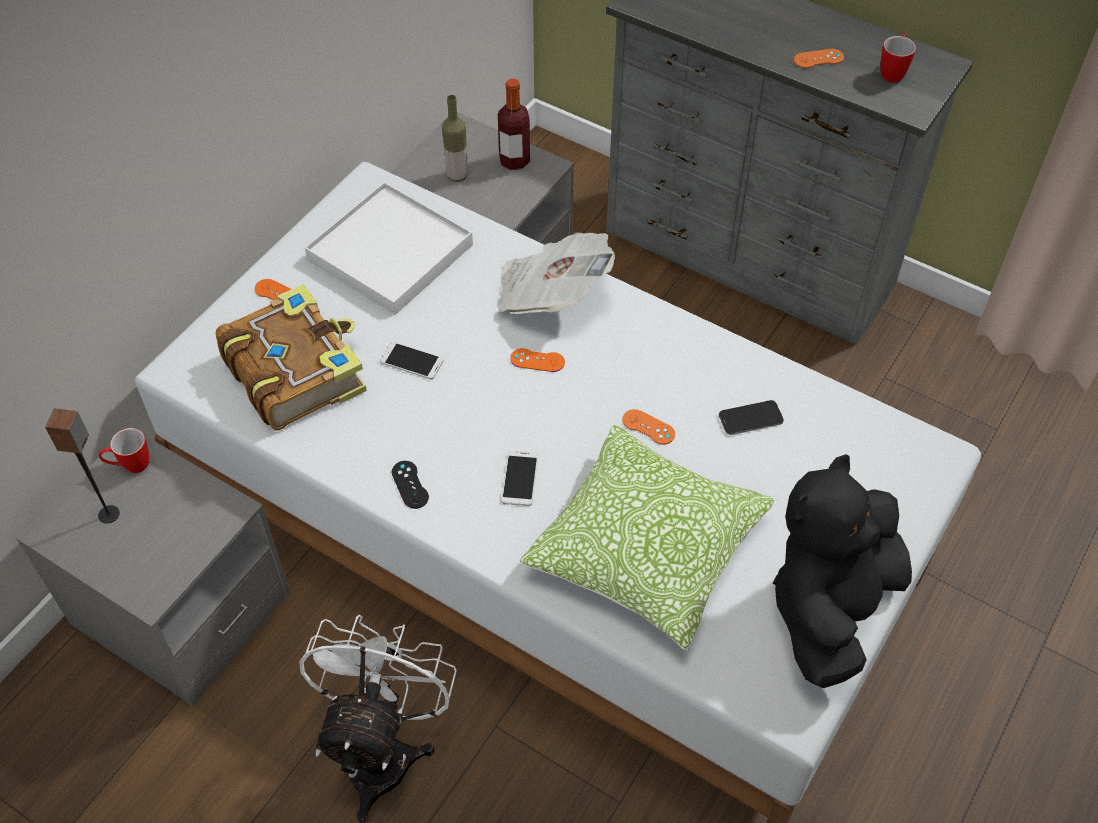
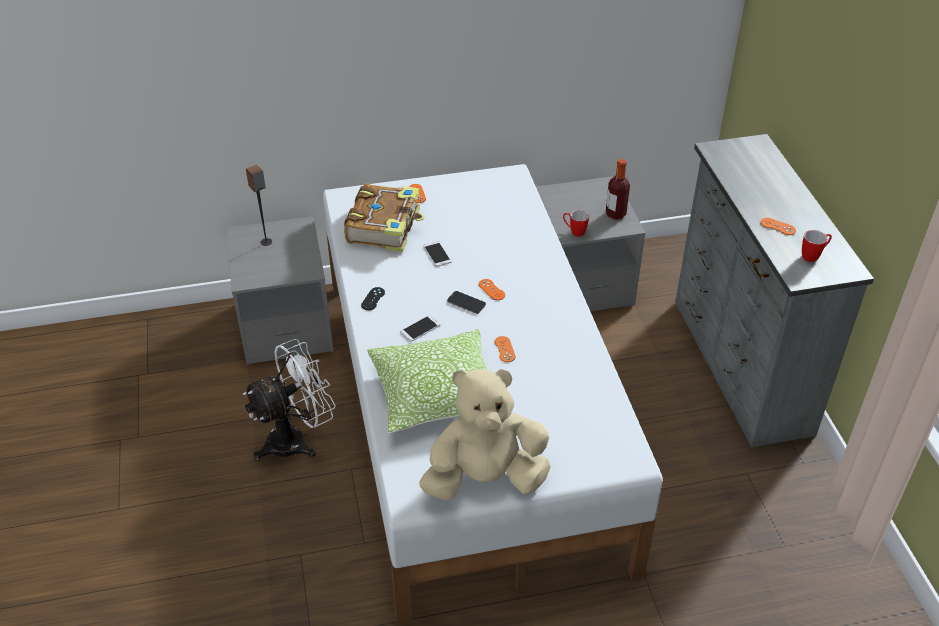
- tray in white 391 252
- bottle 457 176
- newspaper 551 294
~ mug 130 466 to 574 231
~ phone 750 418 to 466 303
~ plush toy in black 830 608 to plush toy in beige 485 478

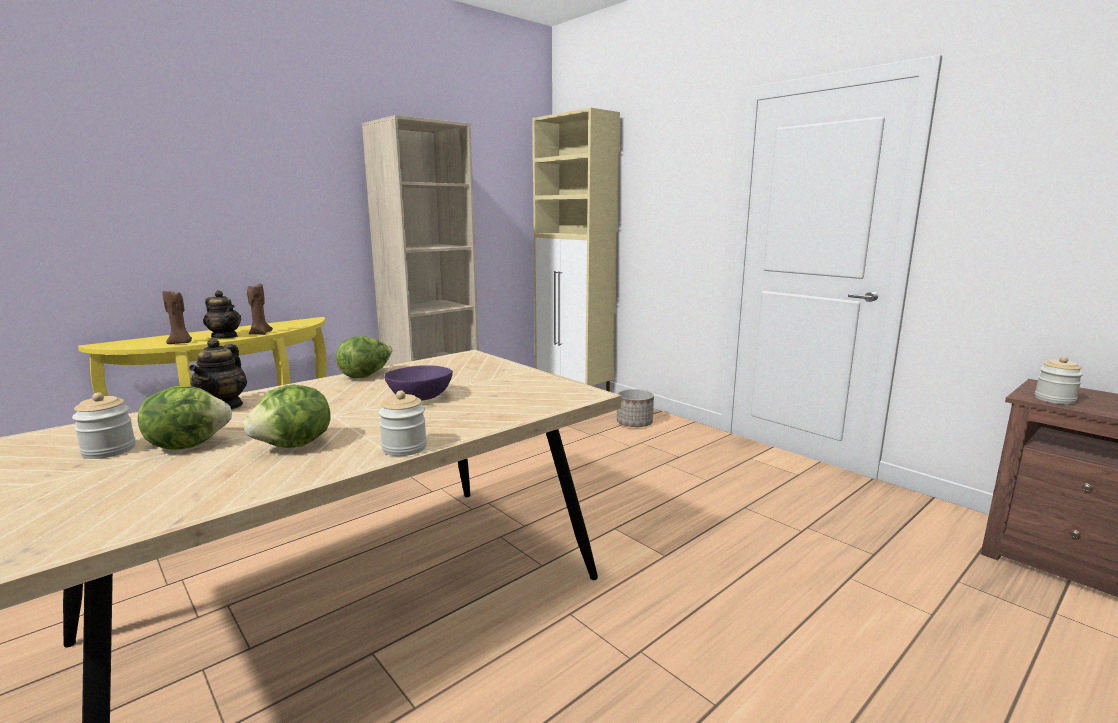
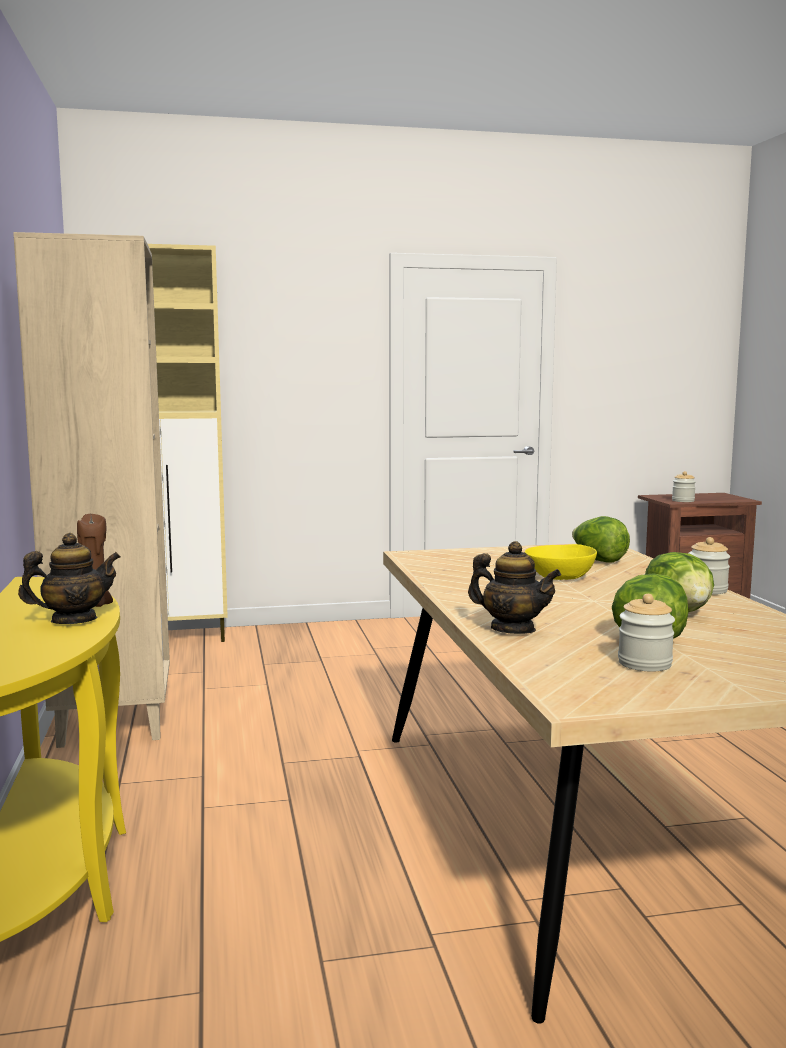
- candle in brown 181 343
- planter 634 423
~ lettuce 366 375 to 598 560
~ bowl in purple 419 397 to bowl in yellow 559 577

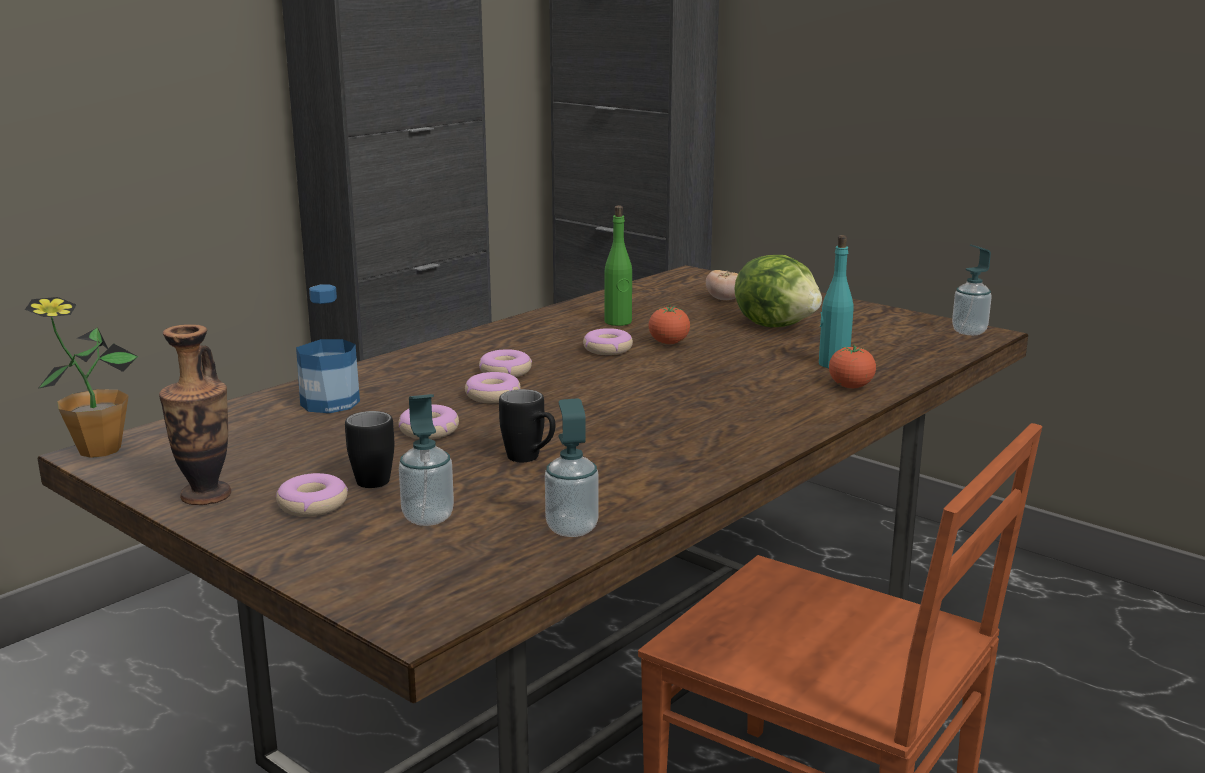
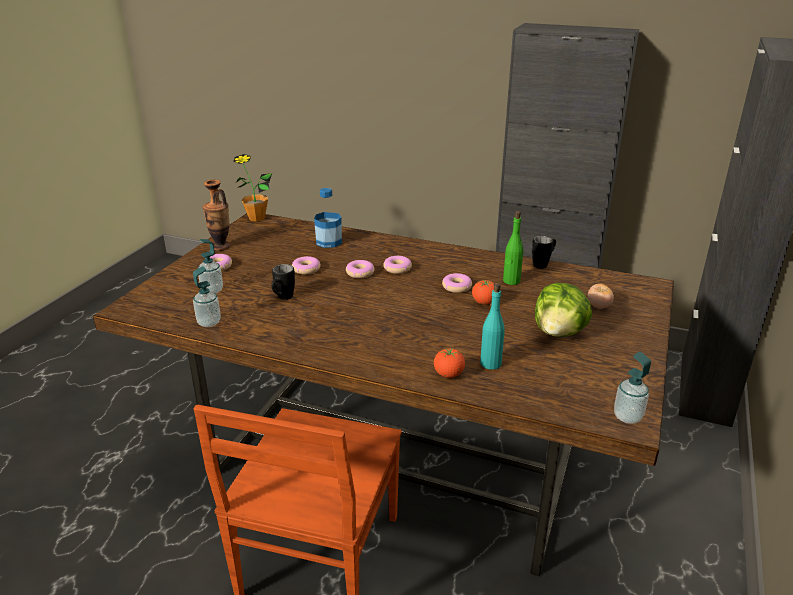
~ mug in black 371 477 to 543 264

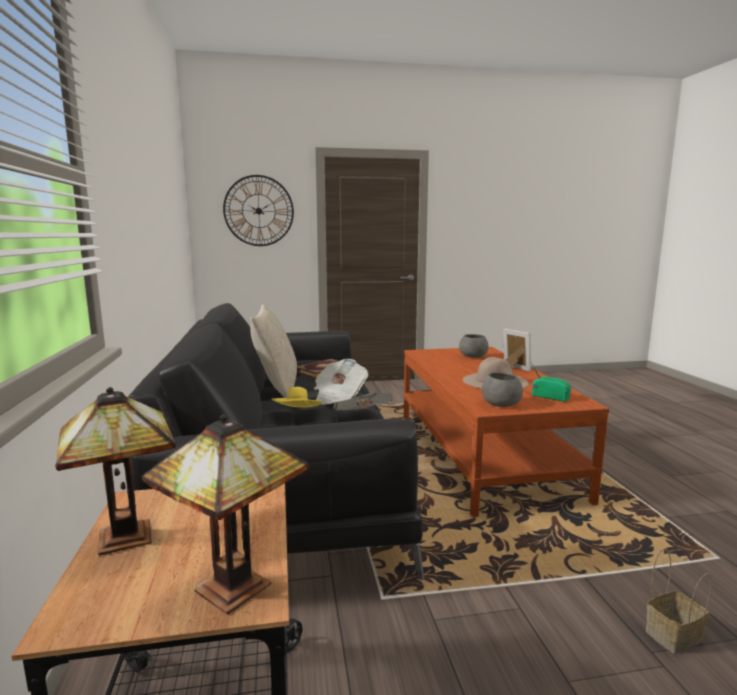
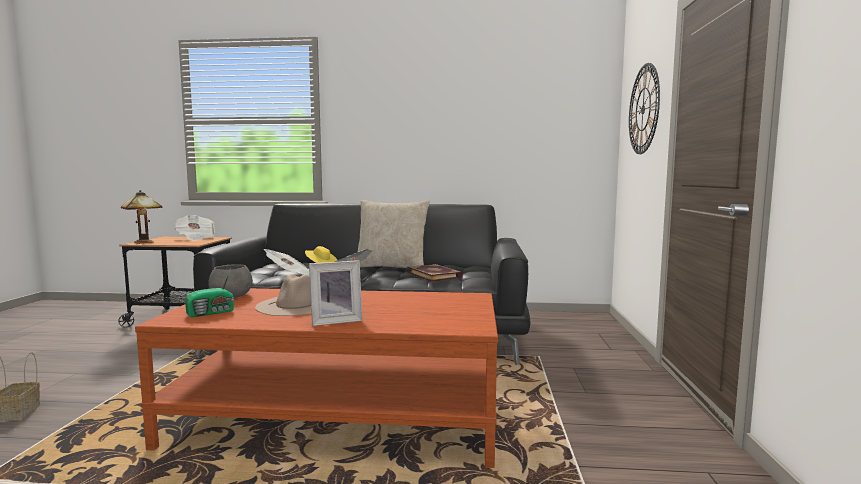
- bowl in grey 473 356
~ table lamp 129 535 to newspaper 196 238

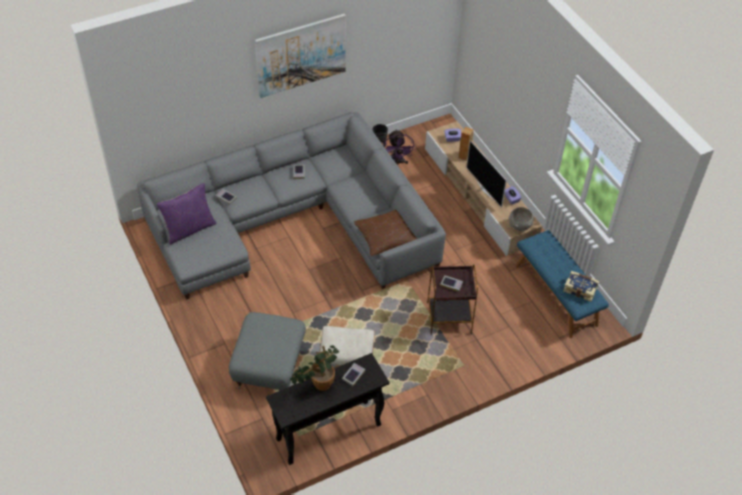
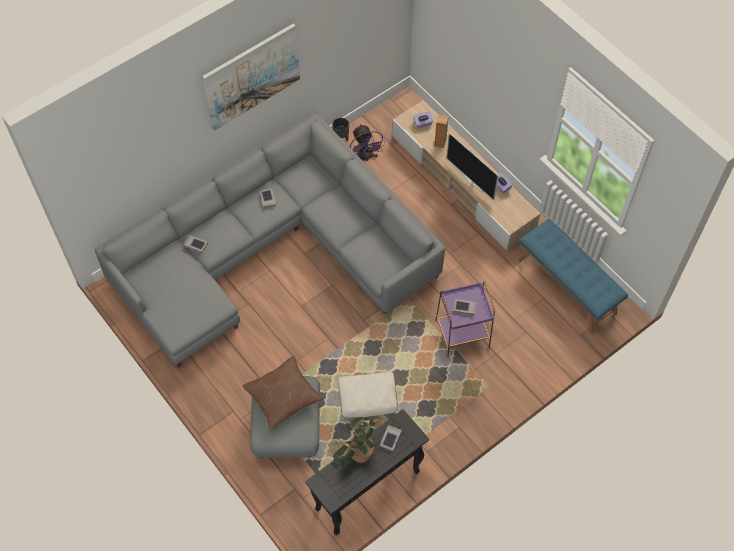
- pillow in purple 189 229
- bowl in grey 519 227
- book 580 289
~ pillow in brown 386 237 to 283 396
~ side table in brown 448 317 to side table in purple 461 334

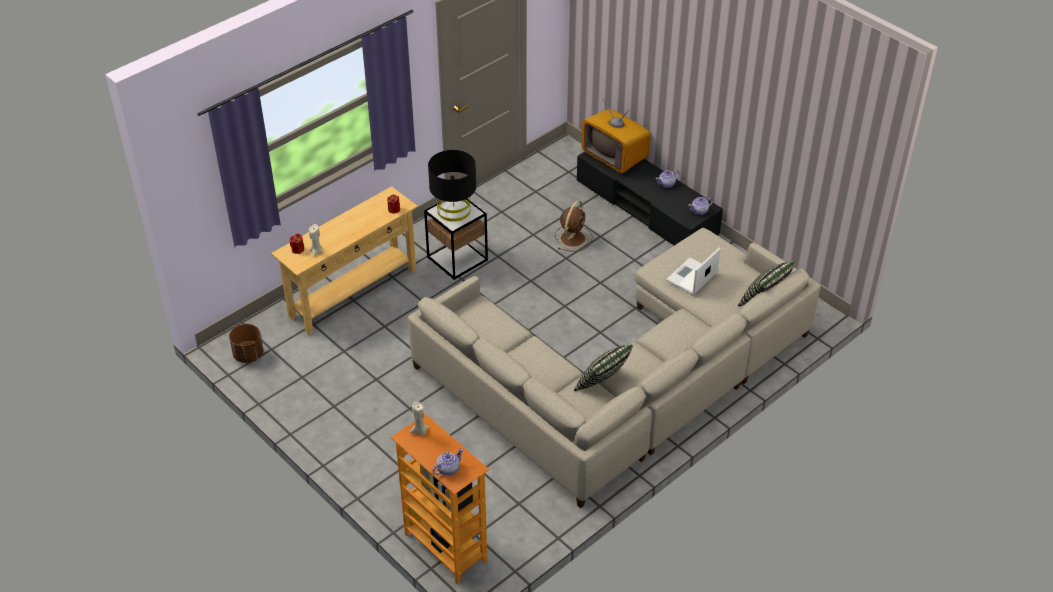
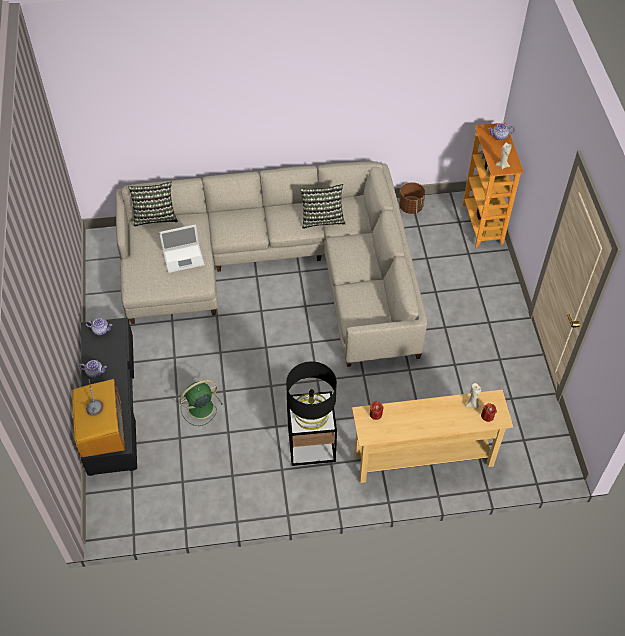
~ planter in brown 248 355 to 411 207
~ fan in brown 573 238 to fan in green 199 408

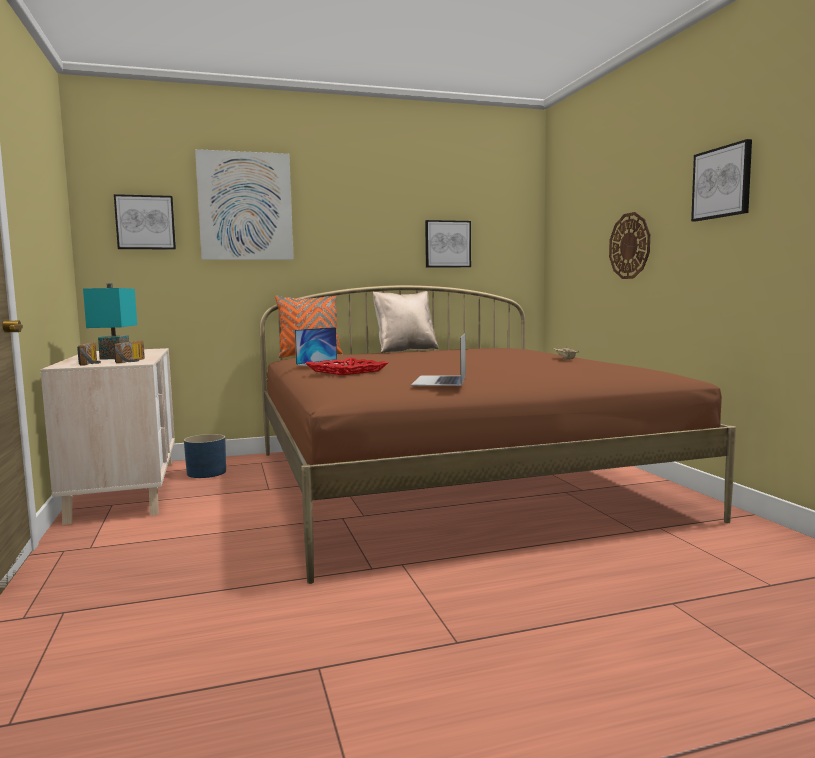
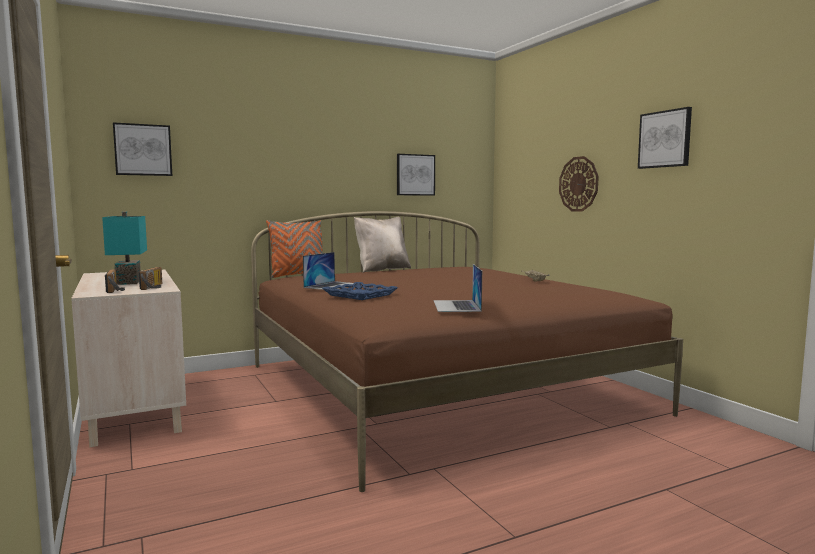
- planter in blue 206 472
- picture 245 206
~ tray in red 346 371 to tray in blue 359 295

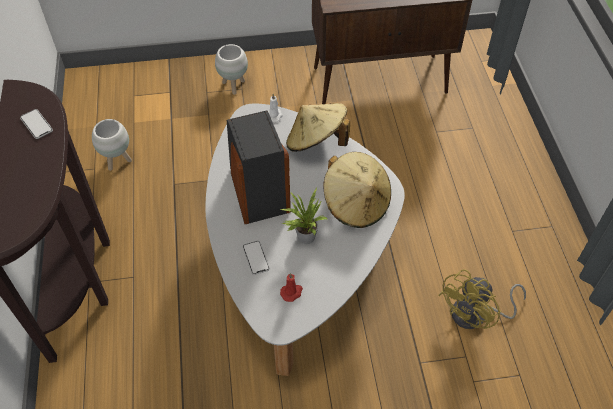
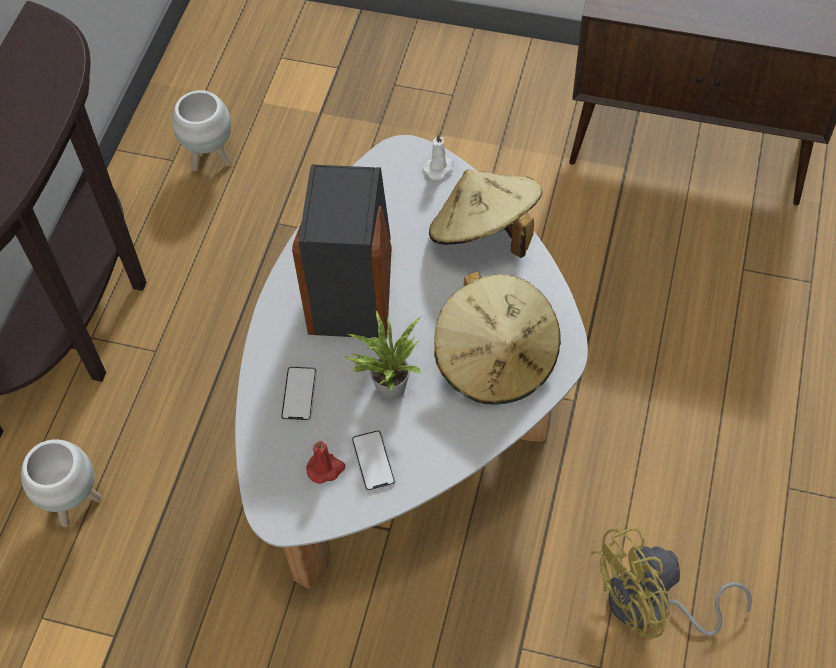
~ phone 36 124 to 373 461
~ planter in white 233 86 to 74 504

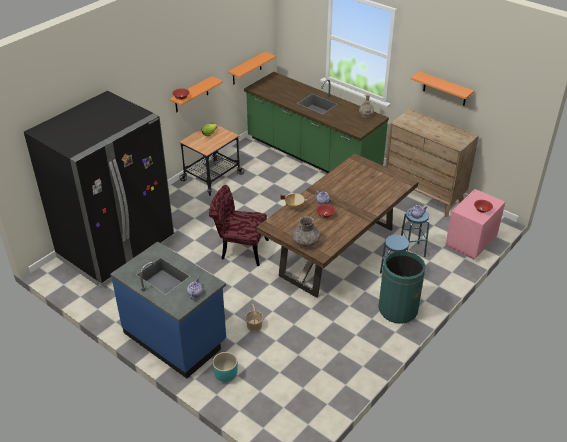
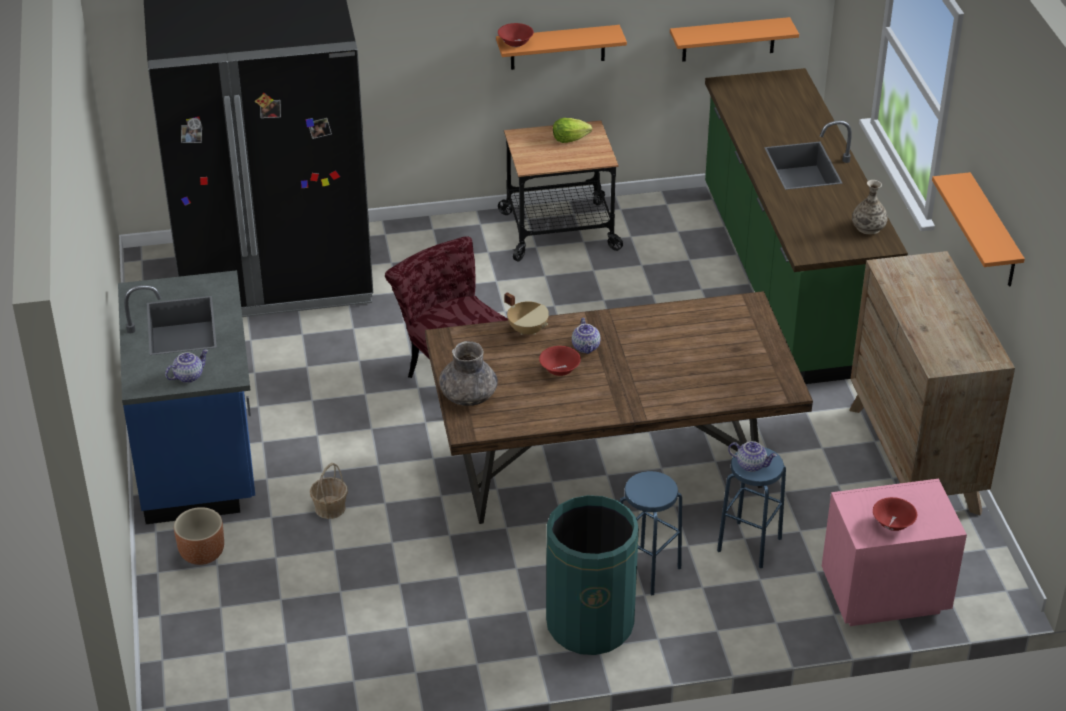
~ planter in turquoise 225 375 to planter in brown 202 553

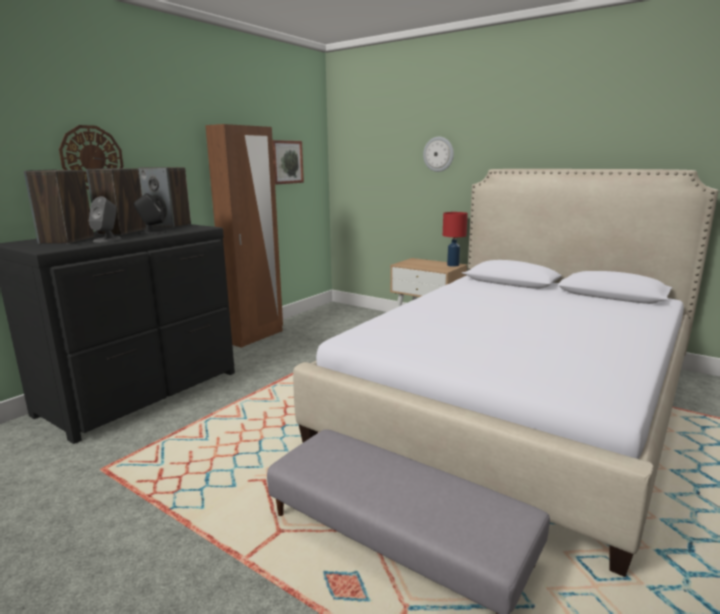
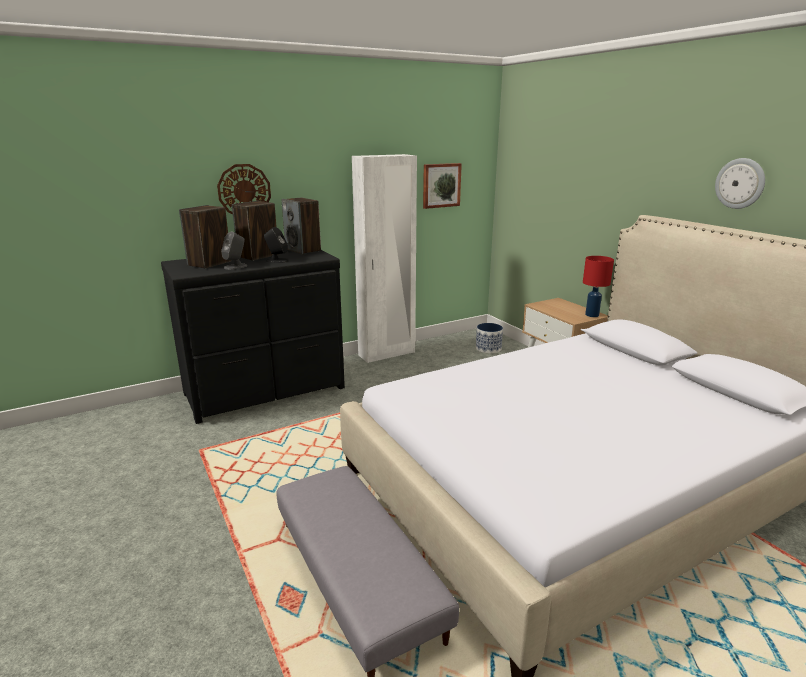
+ planter 488 349
~ wall clock 438 154 to 740 183
~ wardrobe in brown 255 337 to wardrobe in white 387 354

